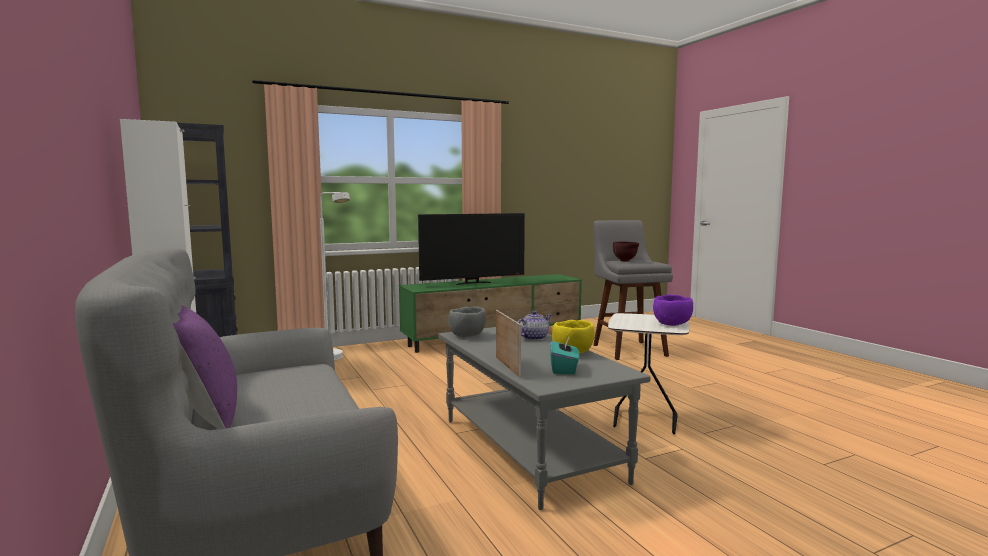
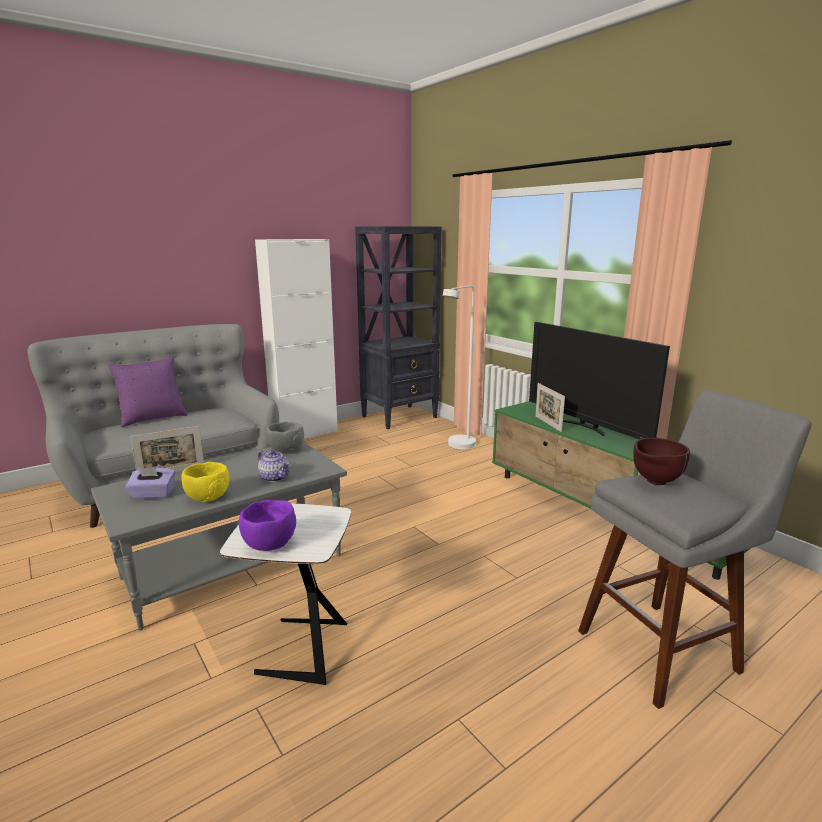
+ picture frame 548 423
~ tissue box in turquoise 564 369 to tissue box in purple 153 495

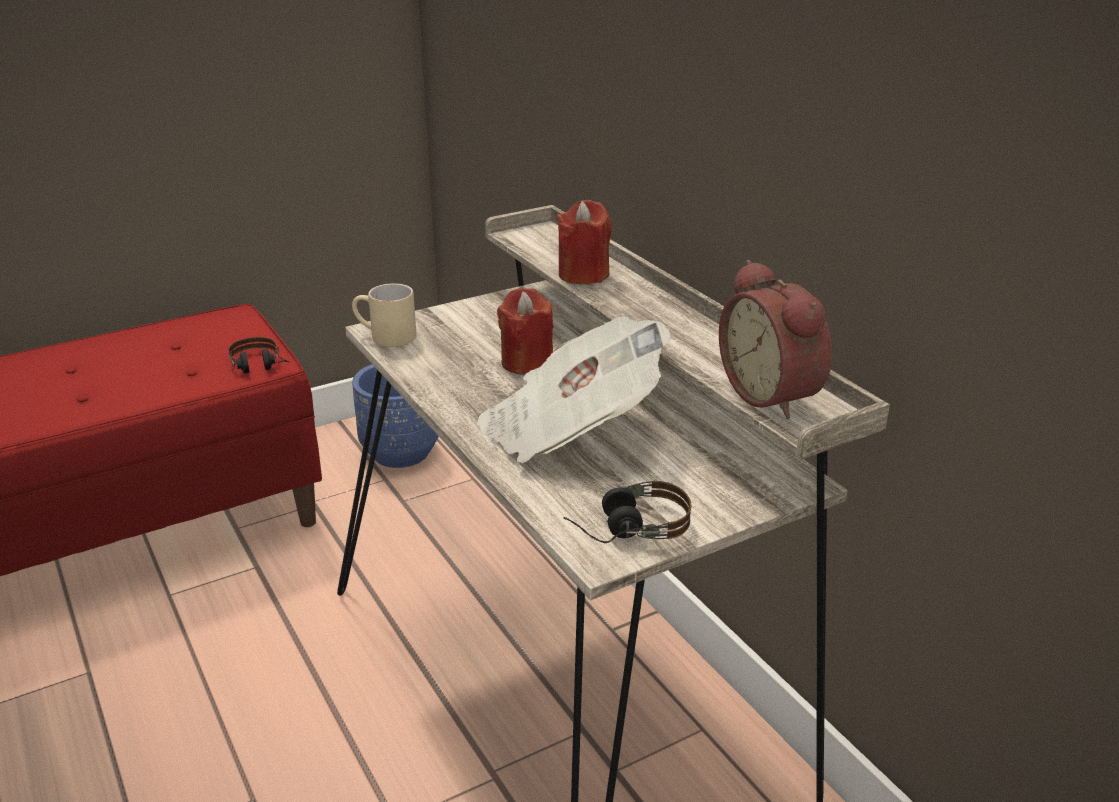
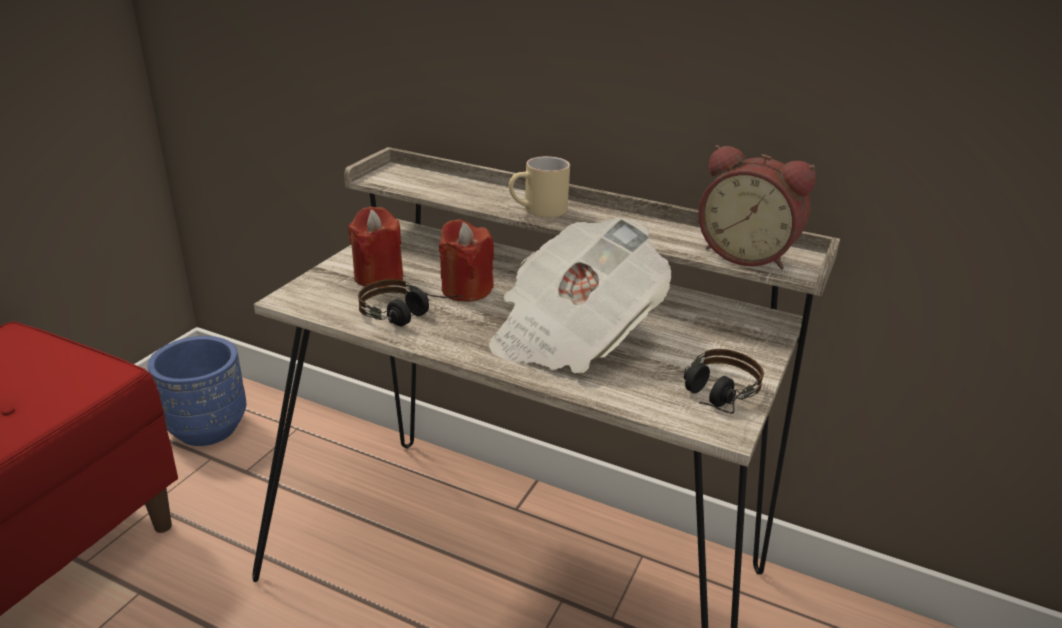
~ headphones 260 369 to 410 316
~ mug in beige 385 337 to 538 211
~ candle in red 583 274 to 378 276

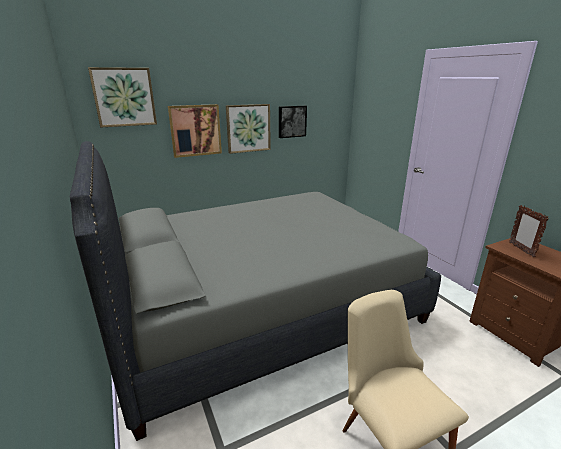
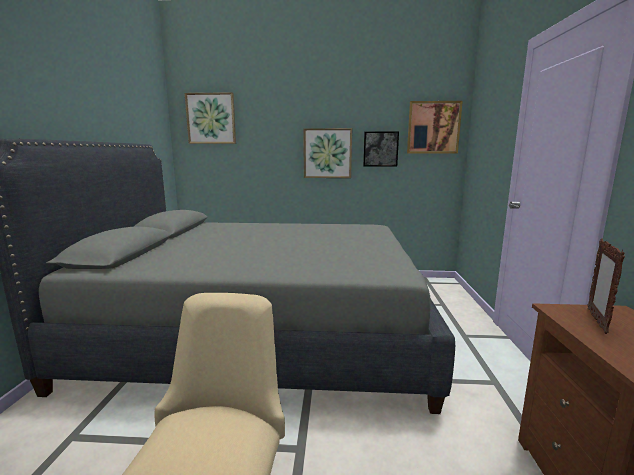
~ picture 195 130 to 433 127

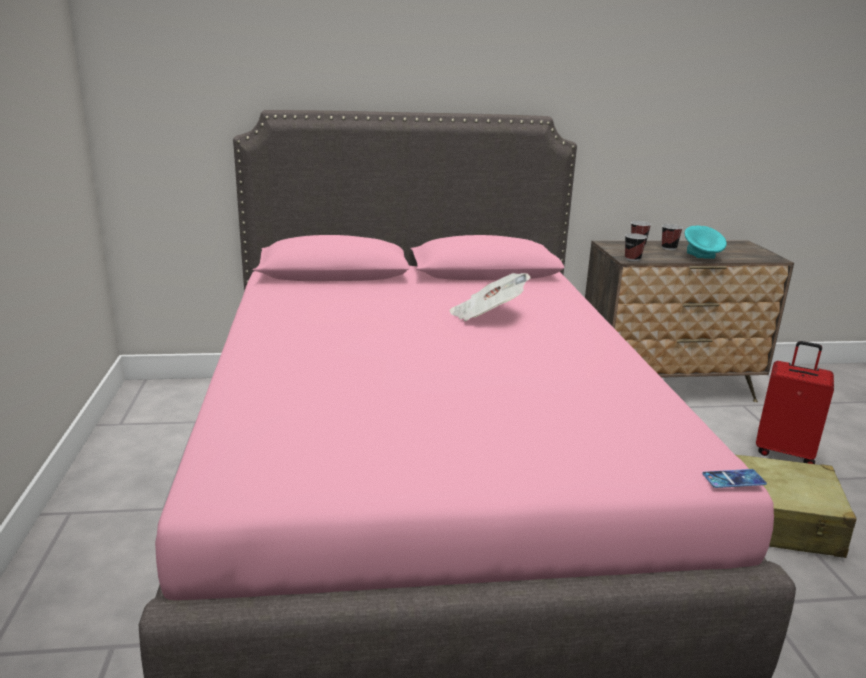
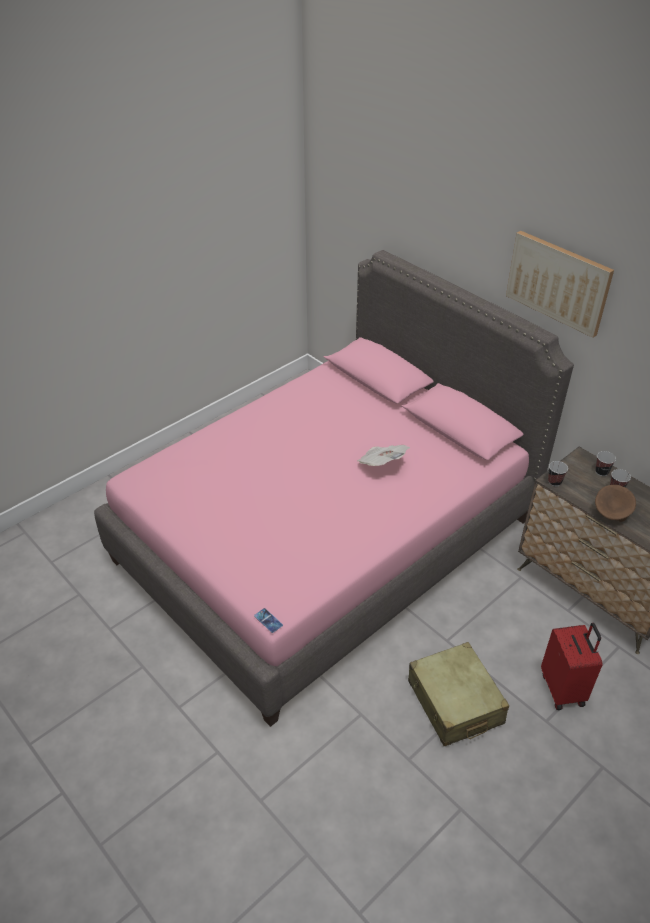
+ picture 558 282
~ bowl in turquoise 702 258 to bowl in brown 611 515

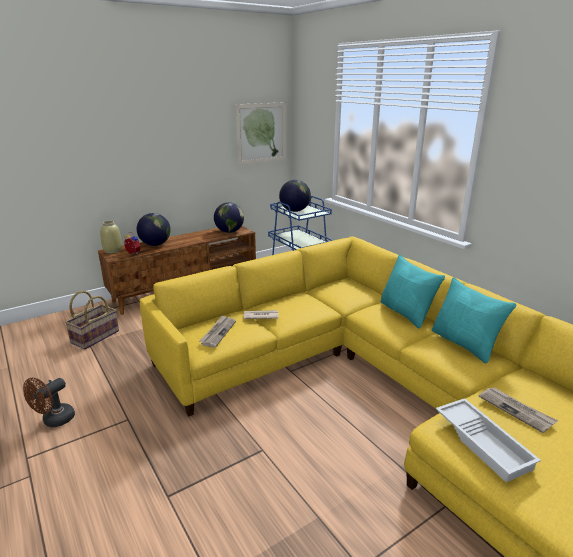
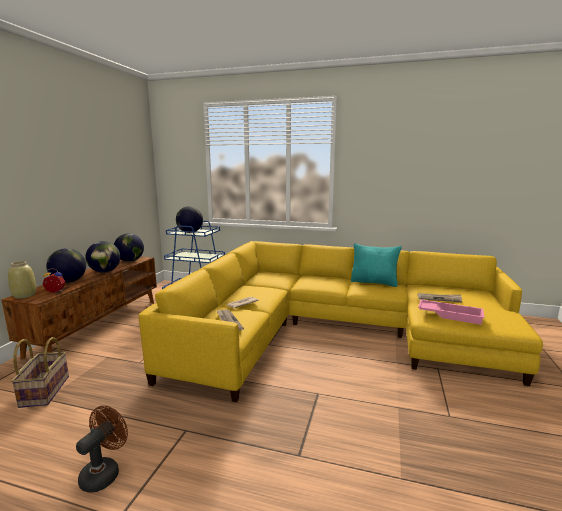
- picture 261 133
- pillow in turquoise 406 313
+ globe 105 271
~ tray in white 484 442 to tray in pink 450 315
~ fan in brown 54 421 = 104 472 150 degrees counterclockwise

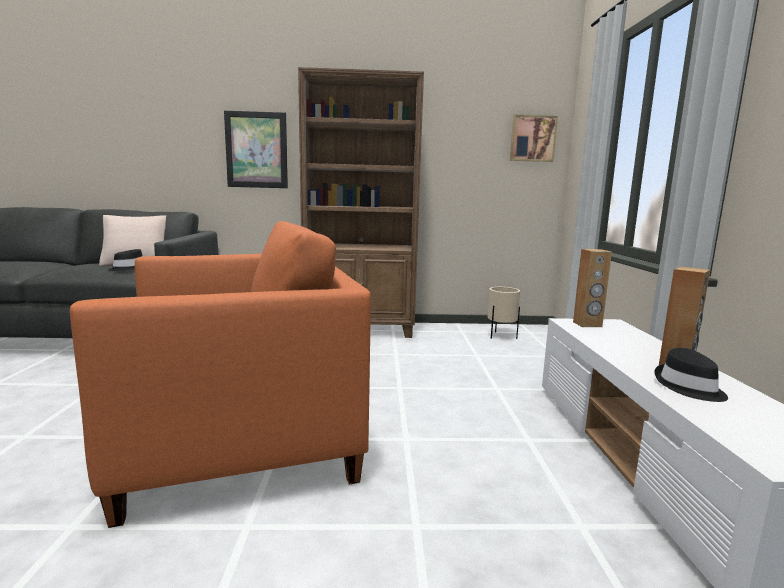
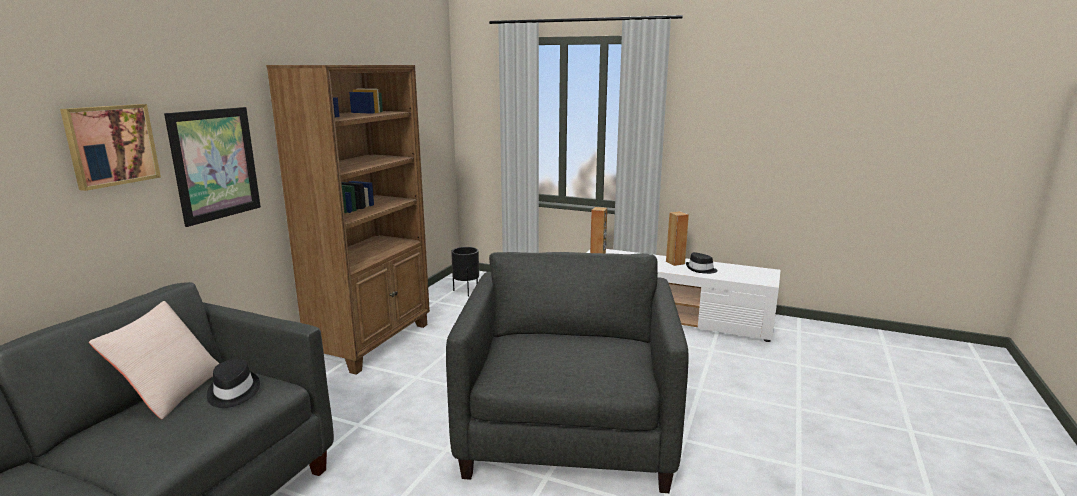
~ picture 532 138 to 111 145
~ armchair in orange 240 435 to armchair in grey 568 433
~ planter in beige 501 337 to planter in black 466 292

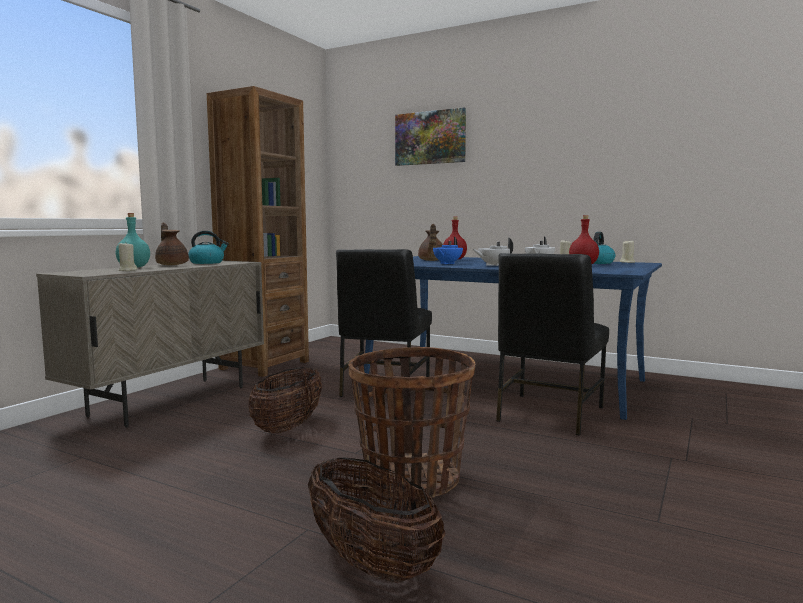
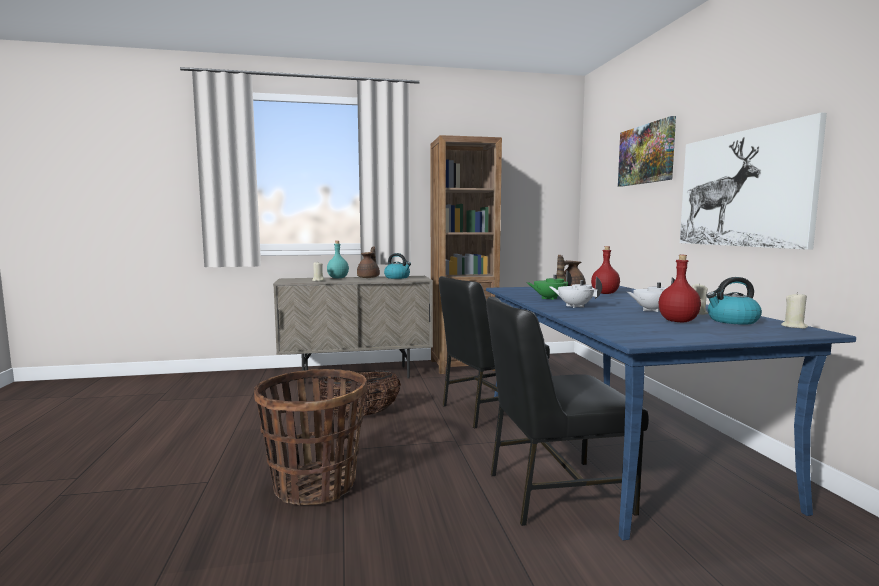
- basket 371 563
+ picture 742 189
~ teapot in blue 447 263 to teapot in green 549 298

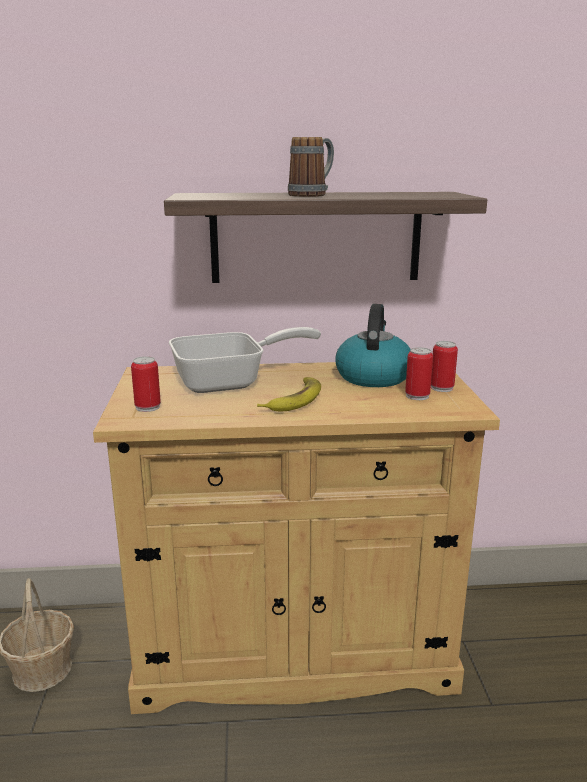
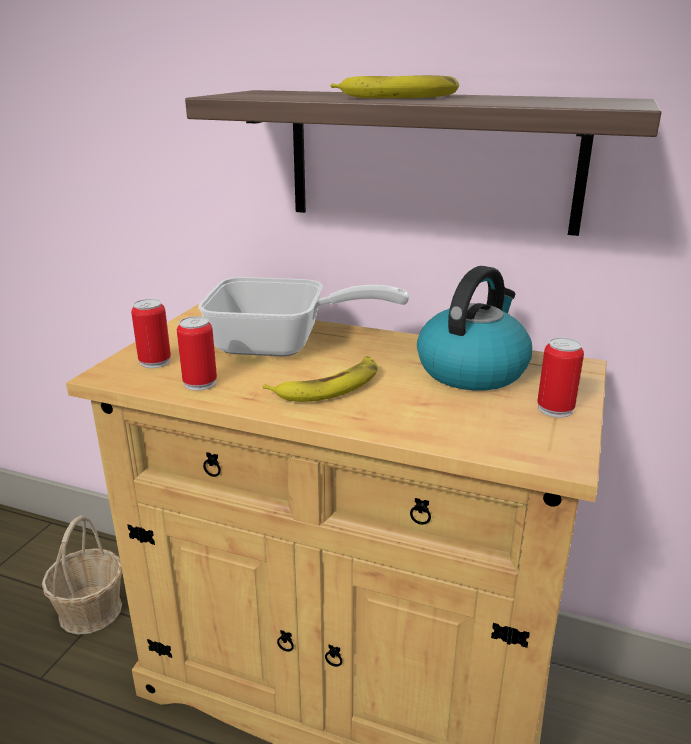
~ can 417 396 to 200 383
~ mug 312 195 to banana 401 97

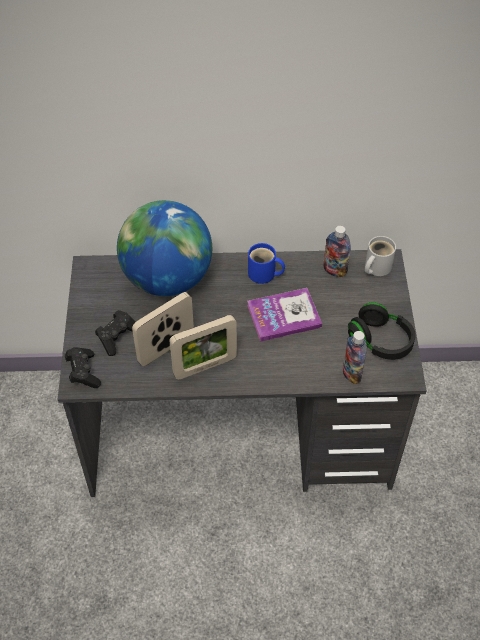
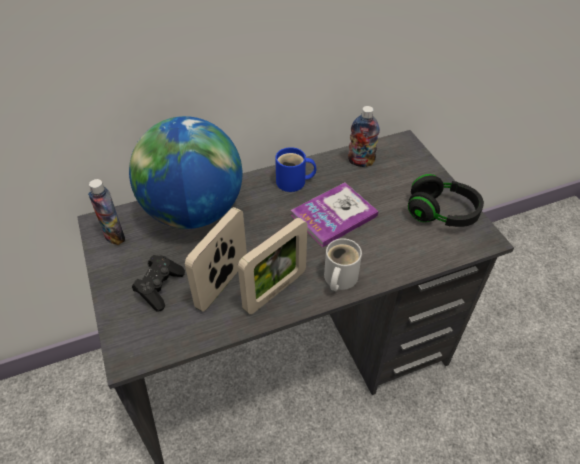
- game controller in black 83 372
~ bottle 351 374 to 114 236
~ mug in white 375 267 to 338 278

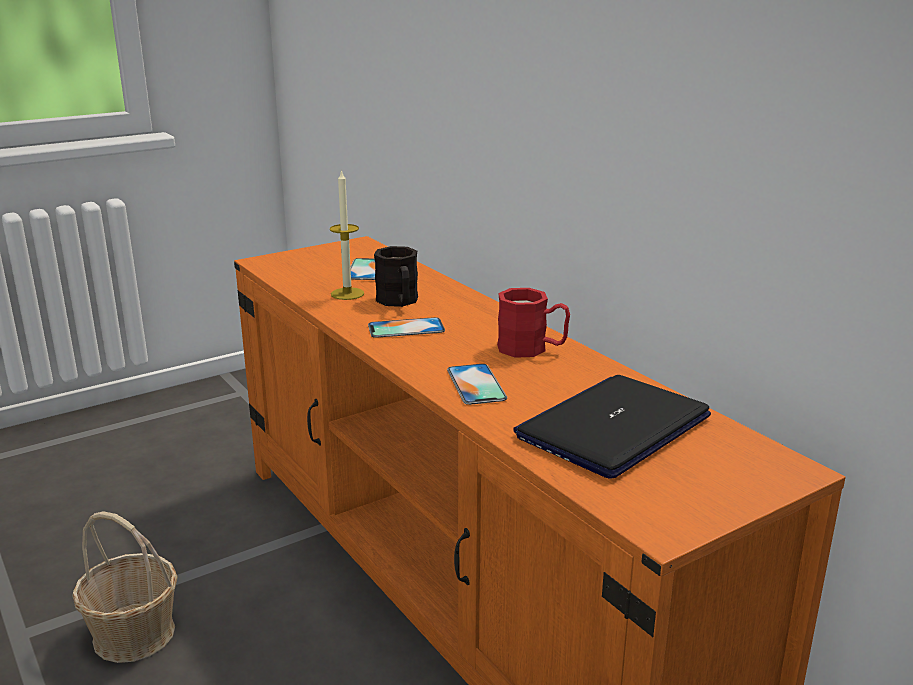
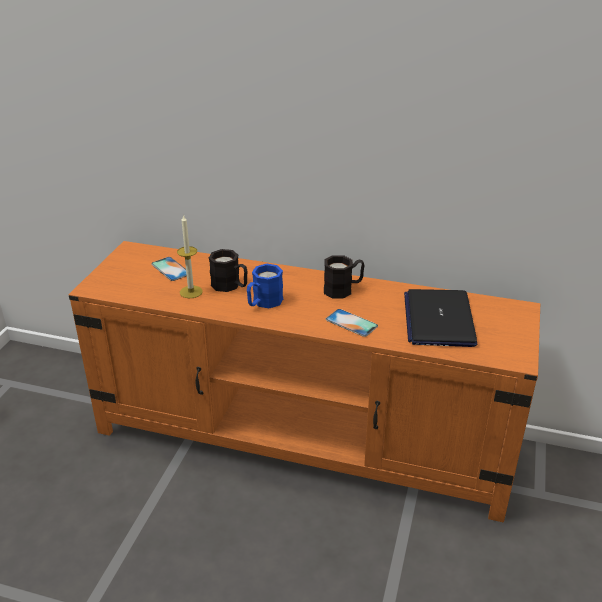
- basket 134 635
~ phone 406 328 to mug in blue 263 303
~ mug in red 532 349 to mug in black 343 289

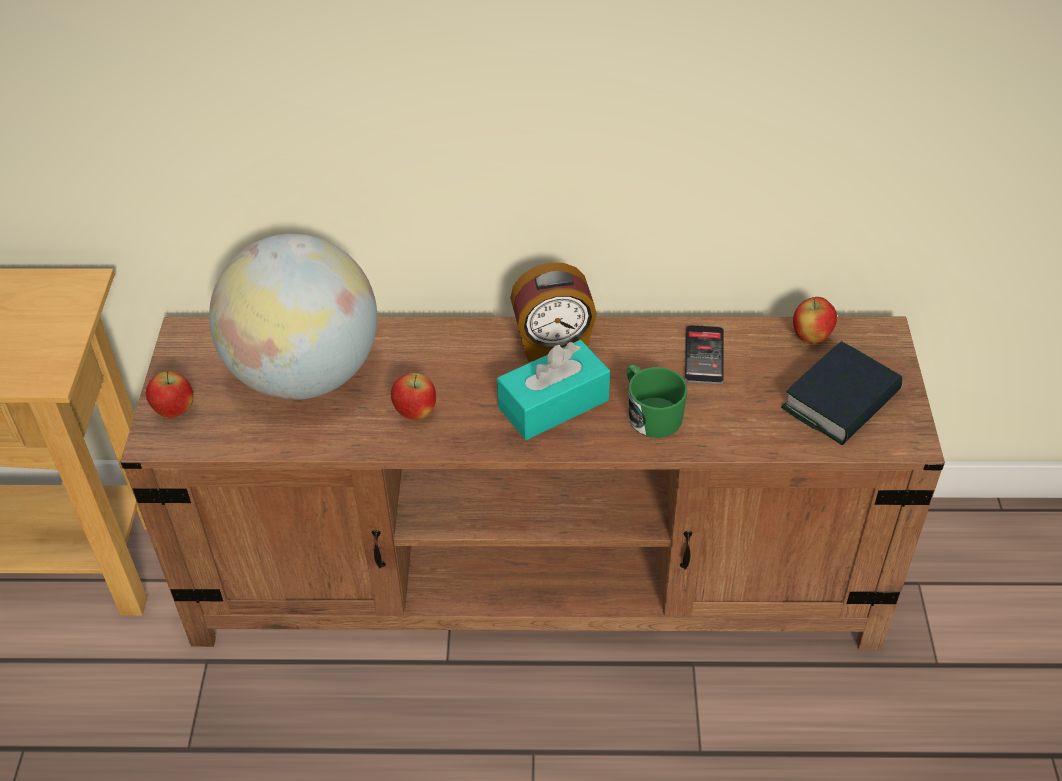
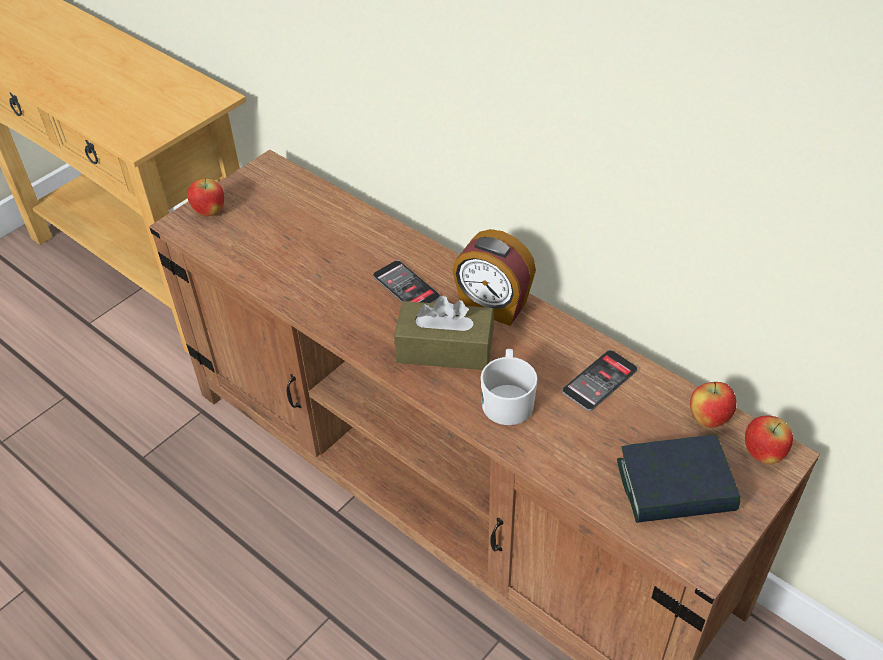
- globe 305 374
+ phone 406 287
~ apple 415 413 to 762 454
~ tissue box in turquoise 553 404 to tissue box in brown 445 349
~ mug in green 650 413 to mug in white 507 399

